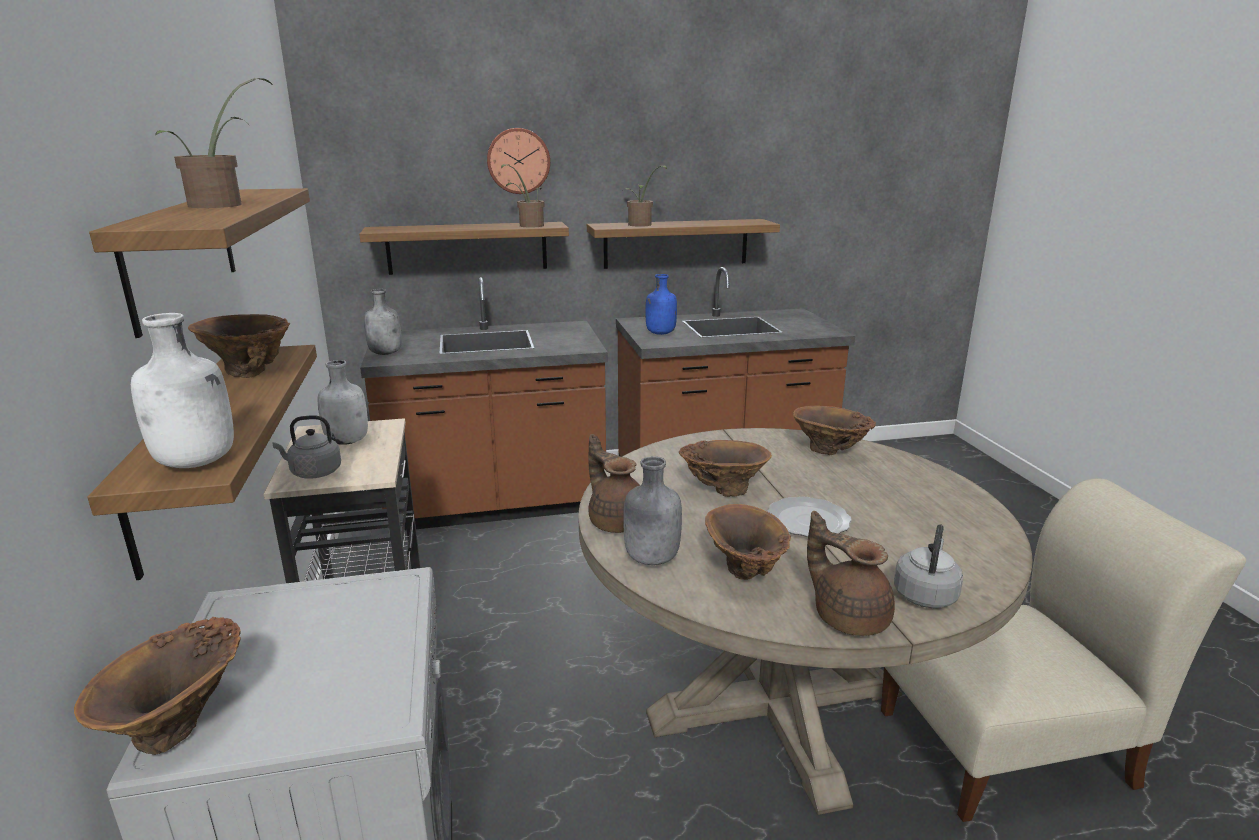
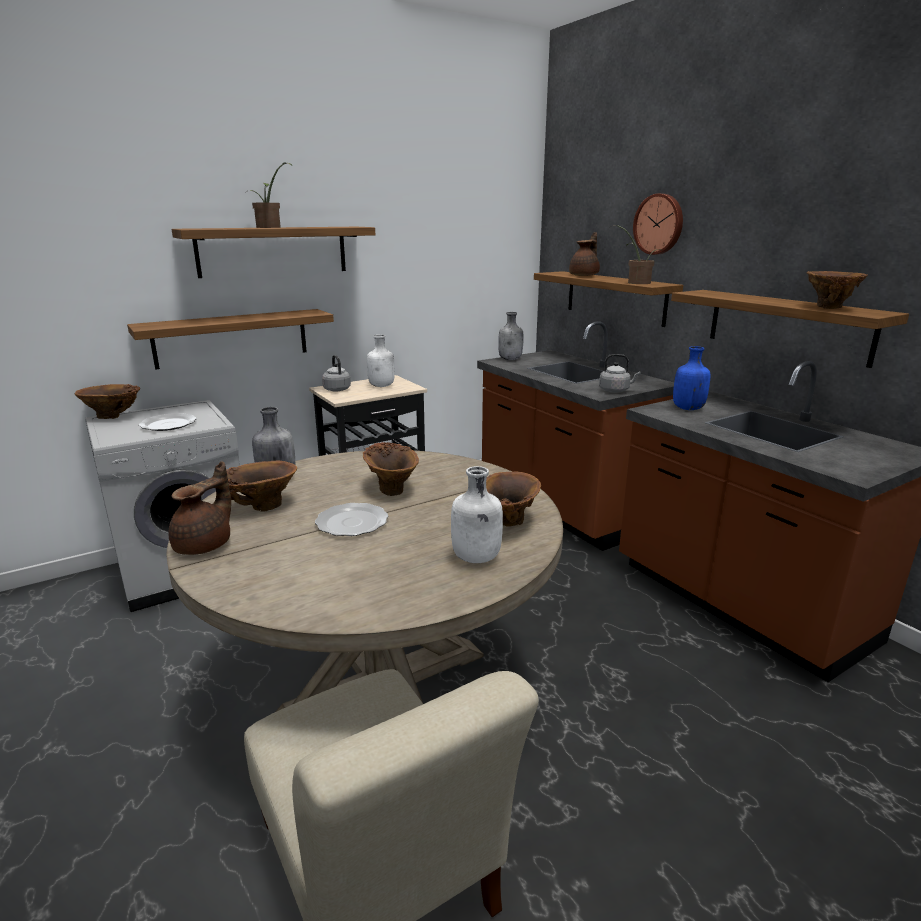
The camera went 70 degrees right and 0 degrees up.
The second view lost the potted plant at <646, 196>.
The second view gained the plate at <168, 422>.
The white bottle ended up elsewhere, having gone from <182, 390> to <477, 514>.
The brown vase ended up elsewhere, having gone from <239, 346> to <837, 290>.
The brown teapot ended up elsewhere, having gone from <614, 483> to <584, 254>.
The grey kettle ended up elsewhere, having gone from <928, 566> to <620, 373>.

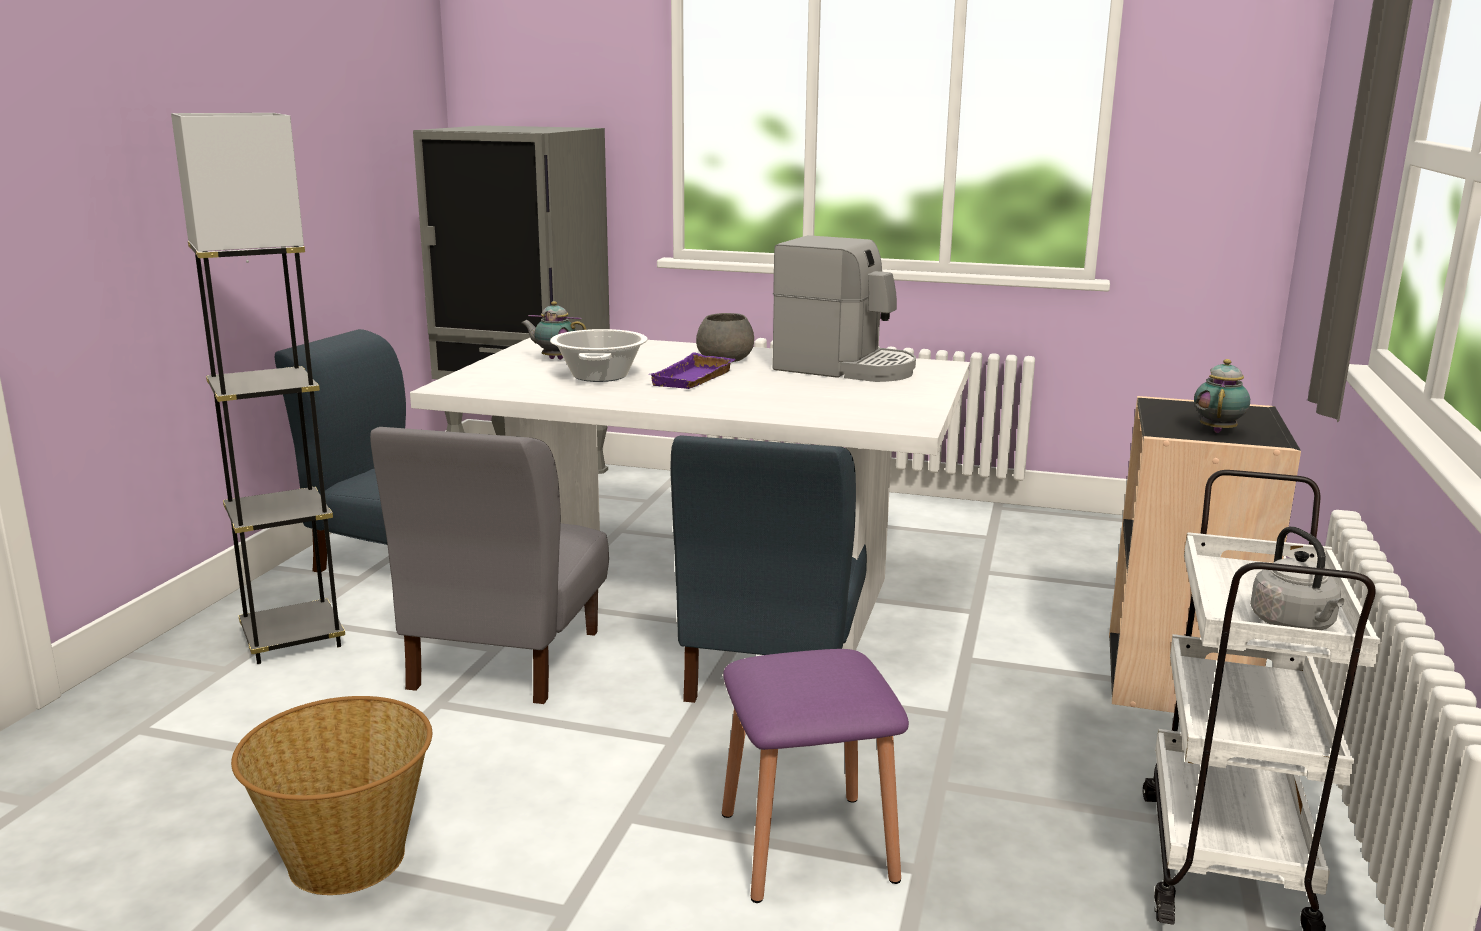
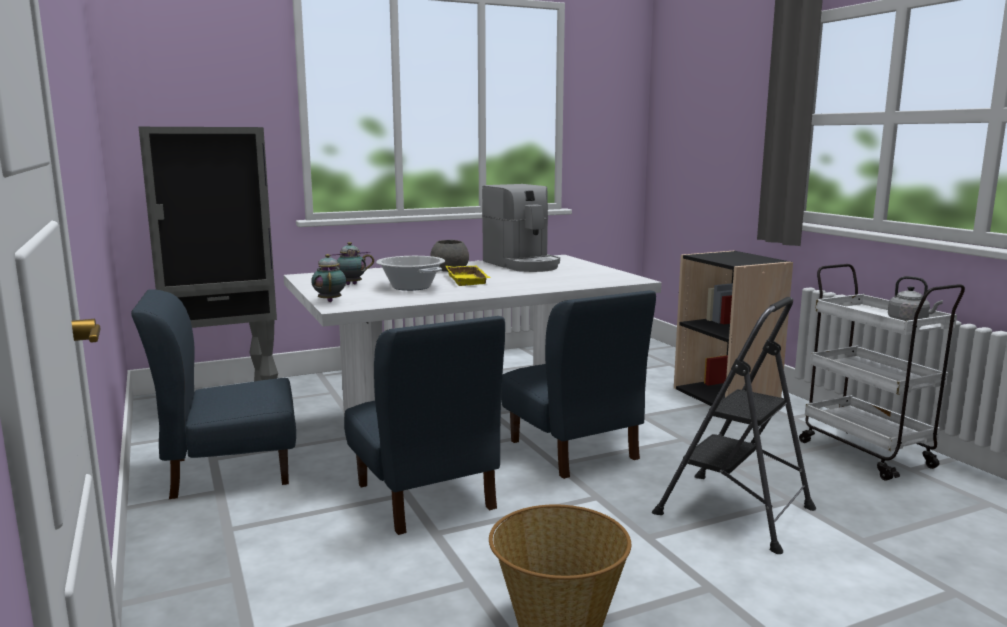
The camera went 40 degrees left and 5 degrees down.
The second view lost the grey floor lamp at <258, 388>.
The teapot ended up elsewhere, having gone from <1222, 396> to <328, 278>.
Where the purple stool stood at <815, 776>, the black step ladder came to stand at <734, 425>.
What was the grey chair at <489, 565> turned into the blue chair at <424, 425>.
What was the purple tray at <693, 370> turned into the yellow tray at <468, 276>.
The coffee machine at <844, 308> ended up facing another way, 75 degrees clockwise from before.

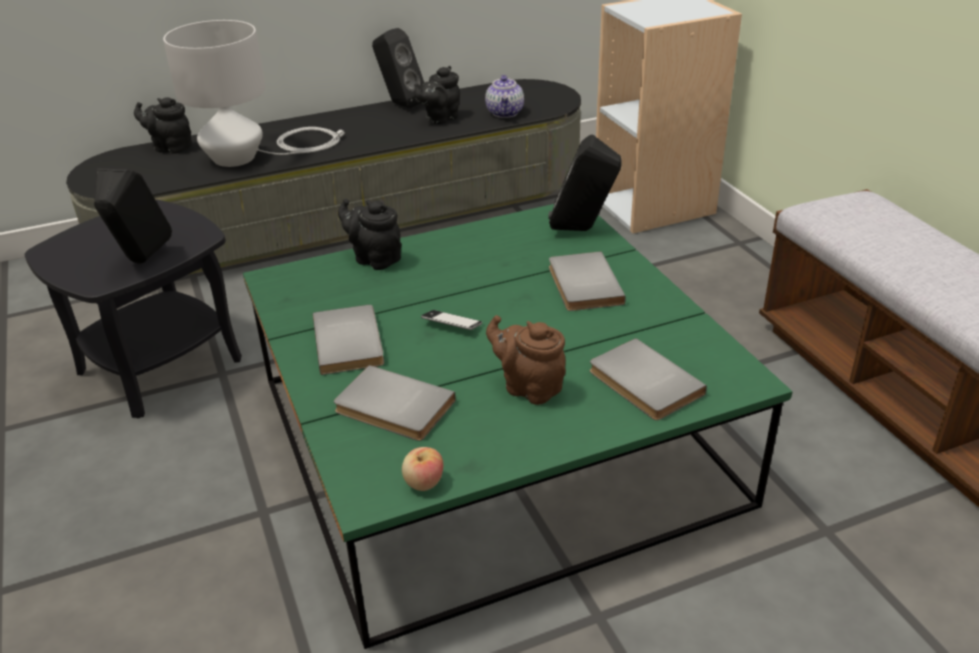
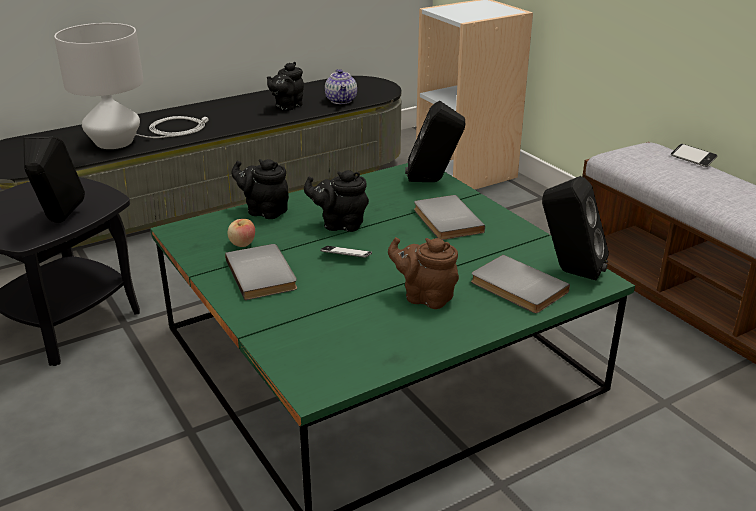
The camera went 10 degrees left and 5 degrees down.
The second view lost the grey book at <395, 403>.
The second view gained the phone at <694, 155>.
The black teapot ended up elsewhere, having gone from <163, 125> to <336, 201>.
The black speaker ended up elsewhere, having gone from <398, 68> to <575, 228>.
The apple ended up elsewhere, having gone from <422, 469> to <241, 233>.

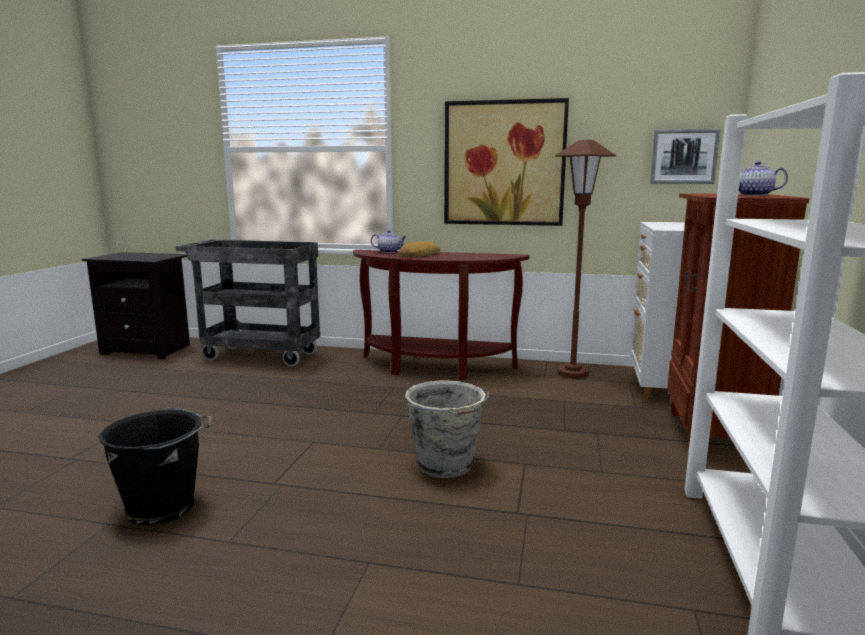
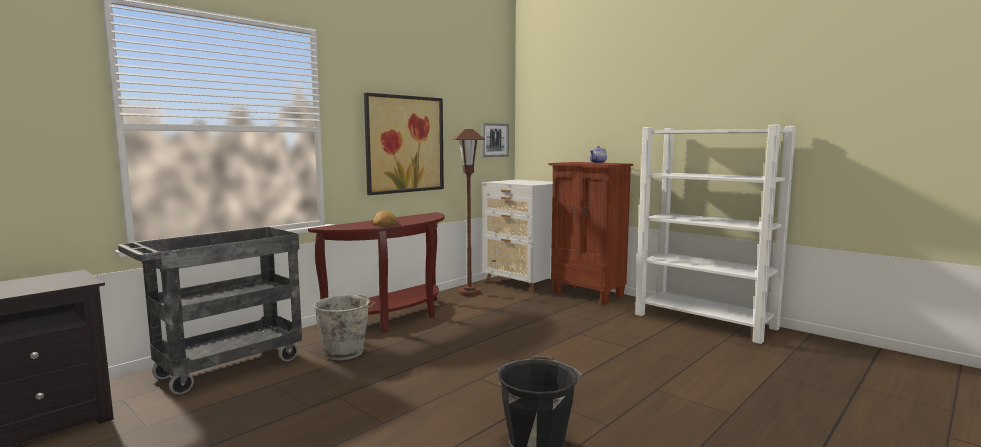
The camera went 60 degrees left and 5 degrees down.
The second view lost the teapot at <389, 241>.
The grey bucket ended up elsewhere, having gone from <447, 429> to <344, 327>.

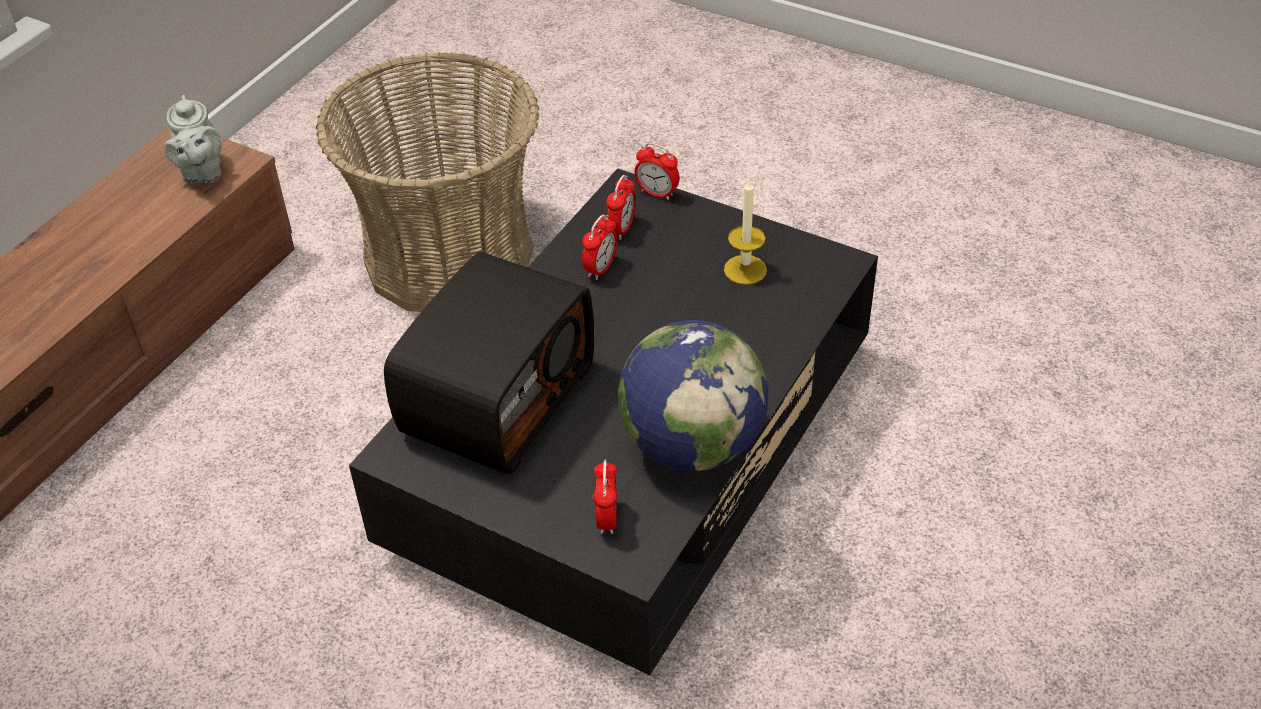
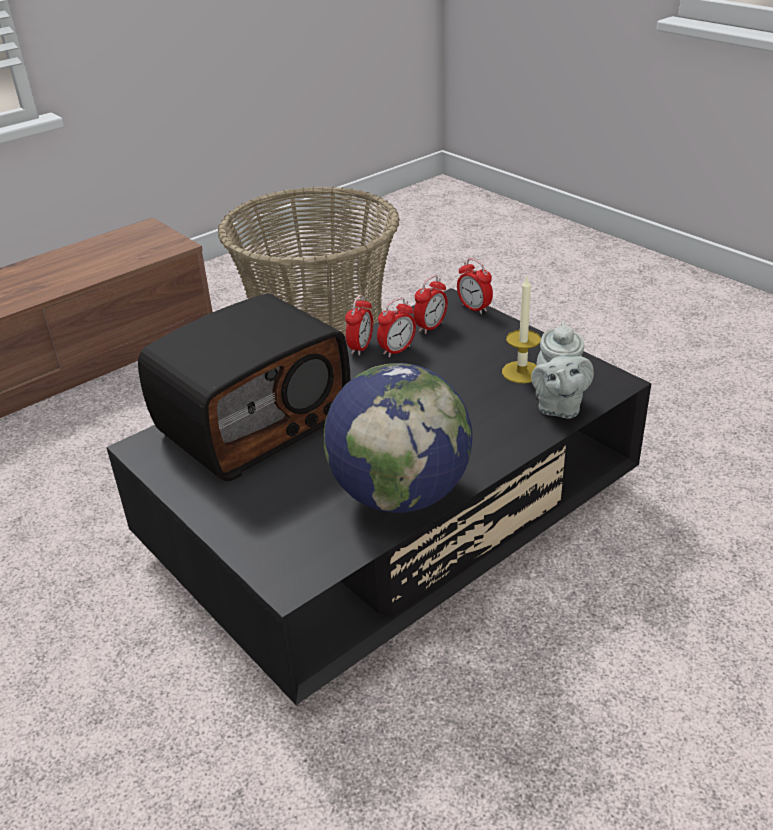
The camera went 20 degrees right and 10 degrees down.
The grey teapot ended up elsewhere, having gone from <193, 139> to <562, 370>.
The alarm clock ended up elsewhere, having gone from <605, 496> to <359, 325>.

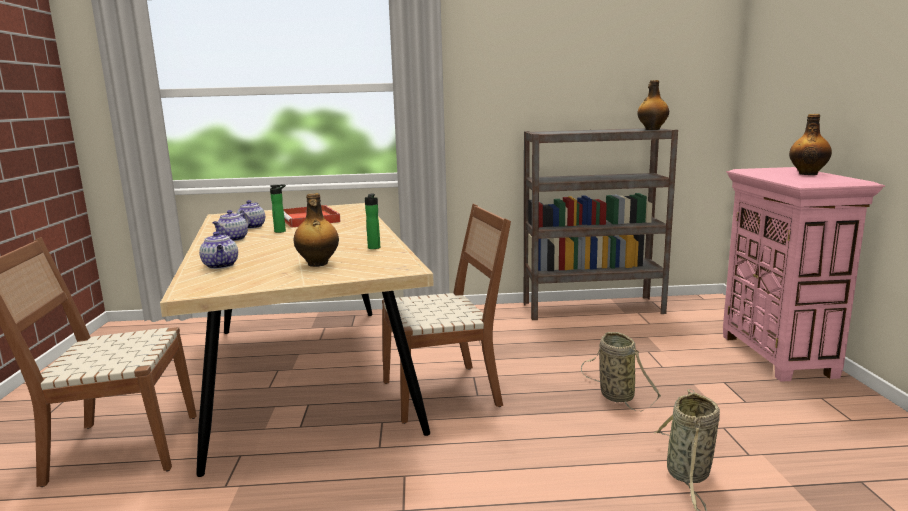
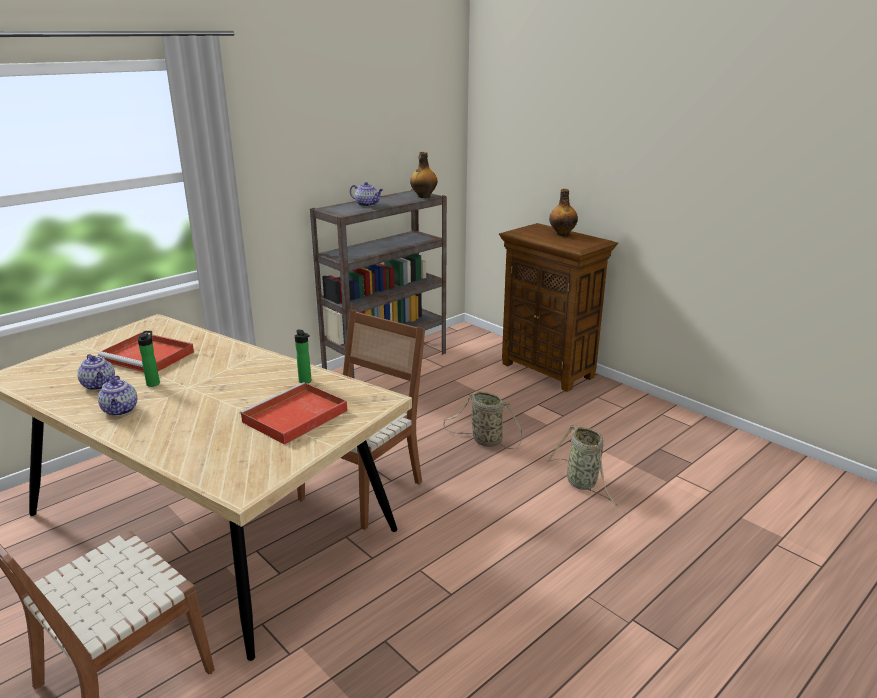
The camera went 40 degrees left and 10 degrees up.
The teapot ended up elsewhere, having gone from <218, 250> to <366, 194>.
Where the bottle stood at <316, 230>, the red tray came to stand at <293, 413>.
What was the pink cabinet at <804, 274> turned into the brown cabinet at <558, 307>.

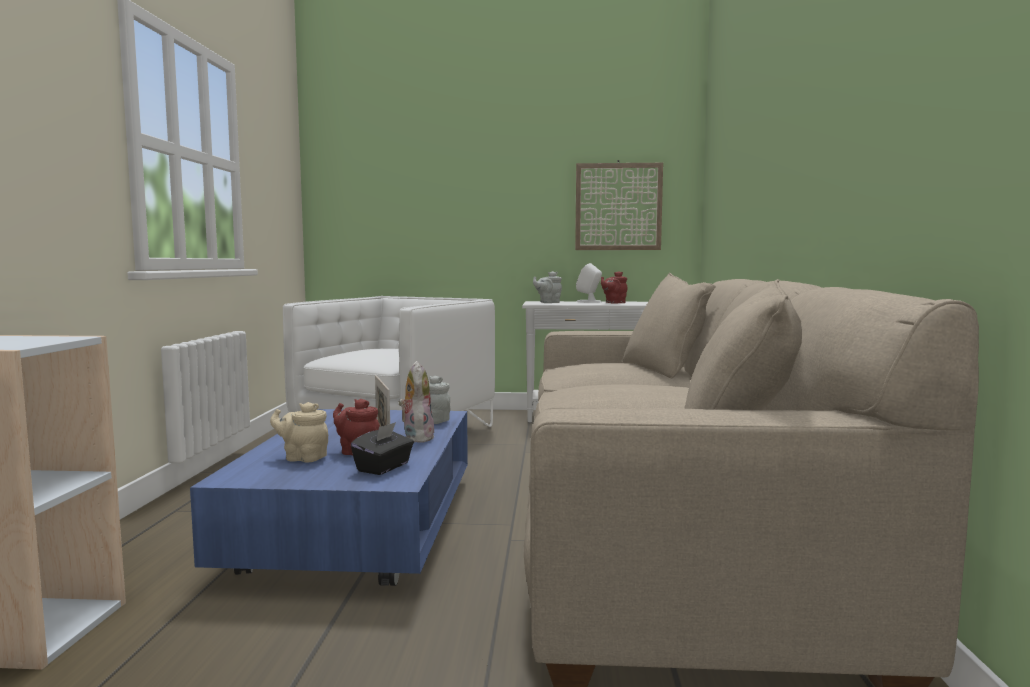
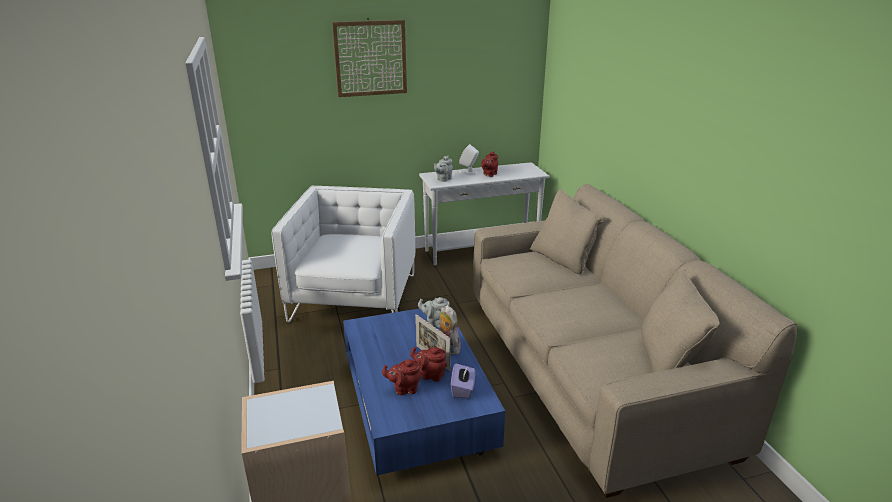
The camera went 20 degrees left and 20 degrees up.
The picture ended up elsewhere, having gone from <619, 205> to <369, 57>.
What was the beige teapot at <299, 432> turned into the red teapot at <402, 377>.
What was the black tissue box at <382, 448> turned into the purple tissue box at <463, 381>.

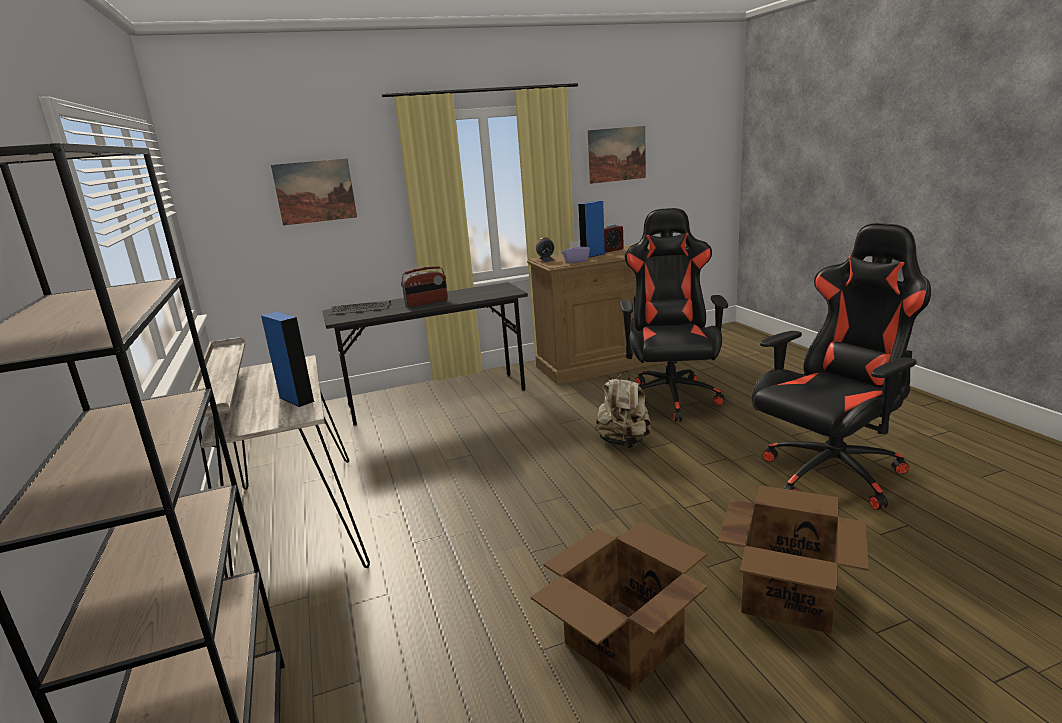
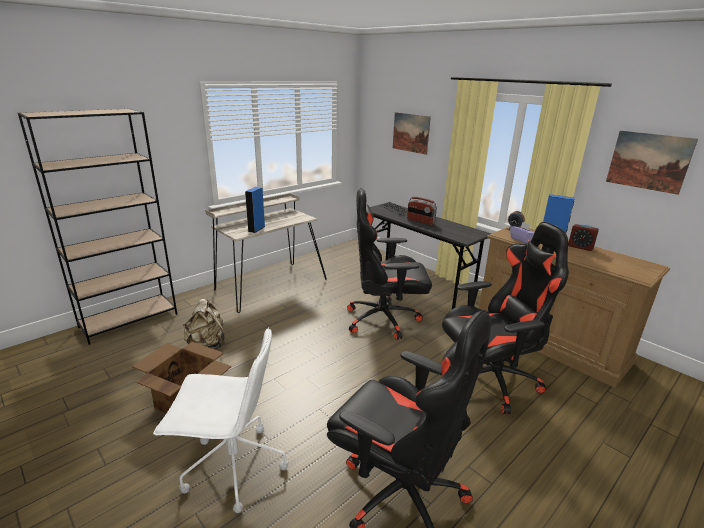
The camera went 65 degrees right and 5 degrees up.
The second view gained the black office chair at <389, 264>.
The beige backpack ended up elsewhere, having gone from <623, 409> to <204, 323>.
Where the cardboard box stood at <793, 559>, the white office chair came to stand at <220, 420>.

